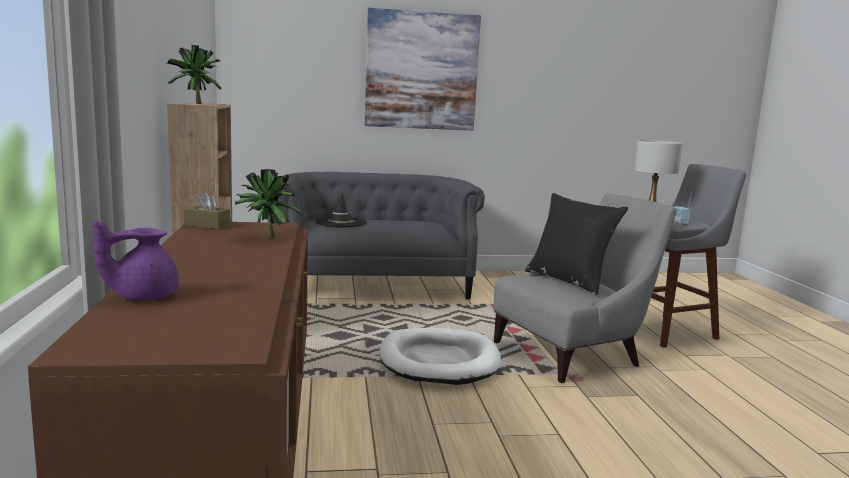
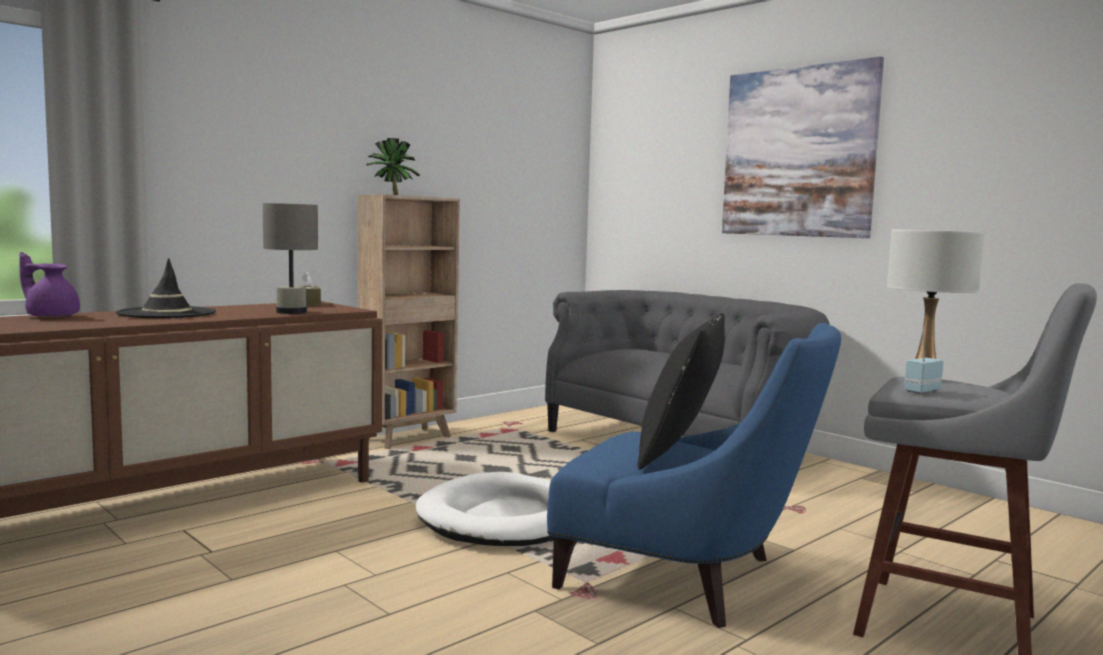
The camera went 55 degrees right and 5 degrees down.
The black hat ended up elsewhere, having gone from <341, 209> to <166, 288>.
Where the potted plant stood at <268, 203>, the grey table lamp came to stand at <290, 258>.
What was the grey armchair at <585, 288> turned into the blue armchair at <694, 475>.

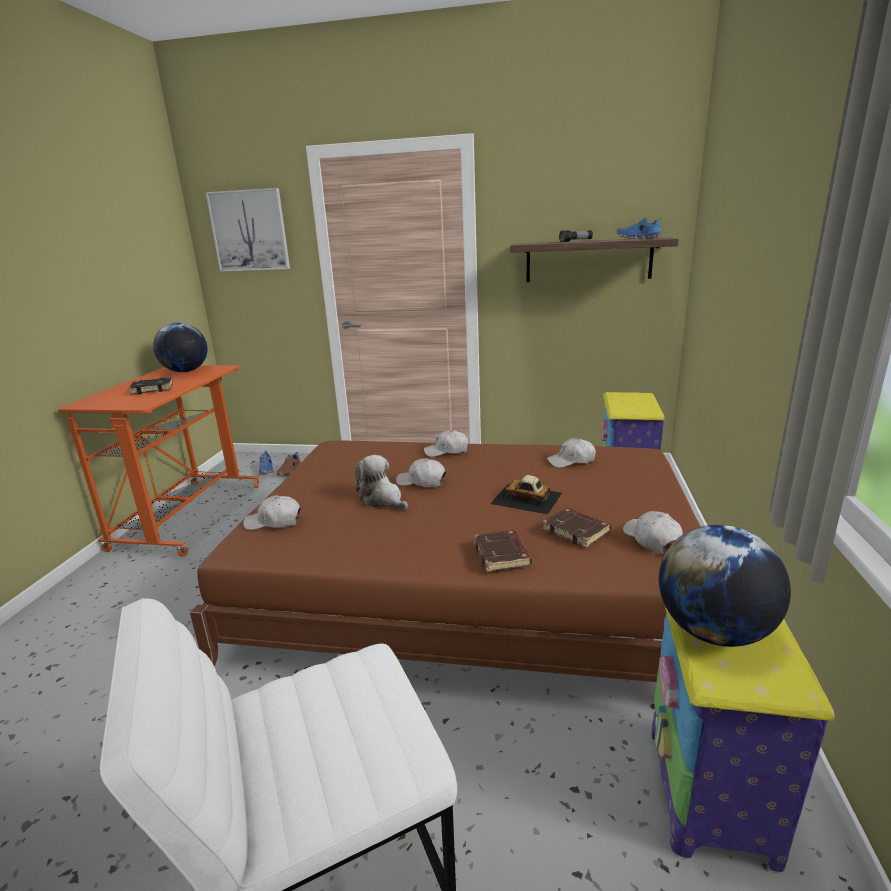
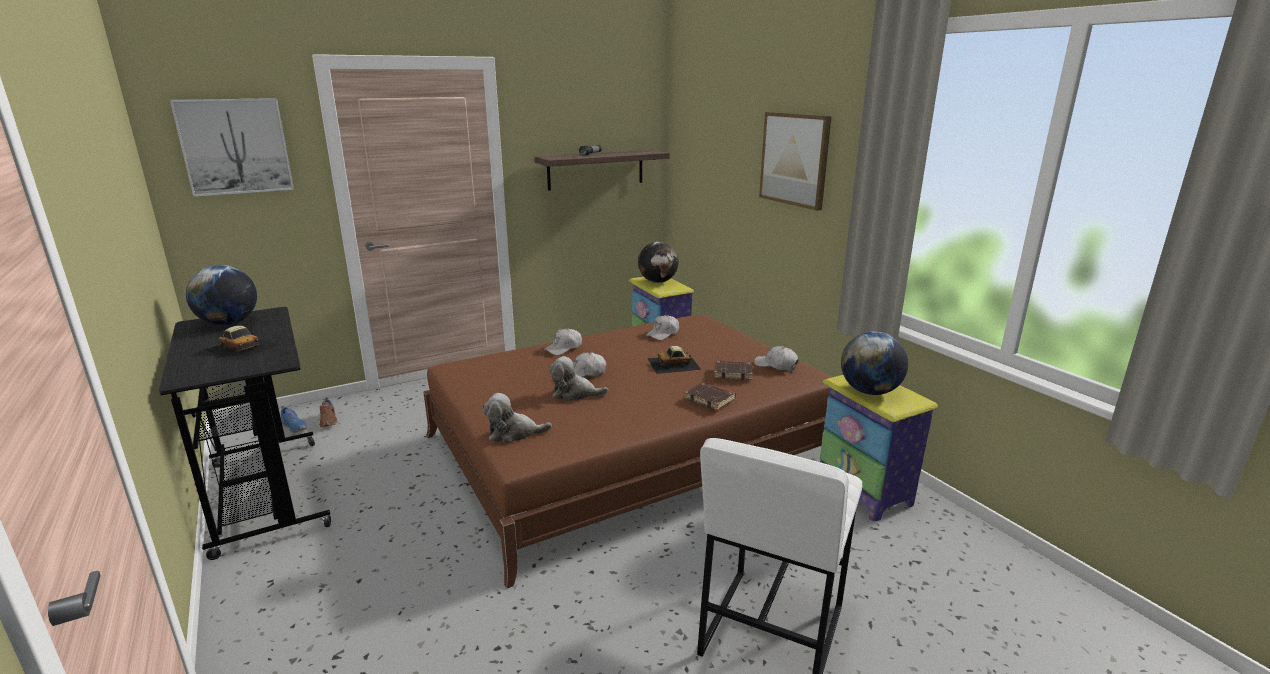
The camera went 40 degrees left and 0 degrees up.
The second view lost the blue shoe at <639, 228>.
The second view gained the globe at <658, 262>.
The second view gained the picture at <795, 161>.
Where the black book stood at <150, 385>, the toy car came to stand at <241, 343>.
Where the white cap stood at <272, 512>, the plush toy came to stand at <517, 418>.
What was the orange desk at <158, 461> turned into the black desk at <245, 433>.

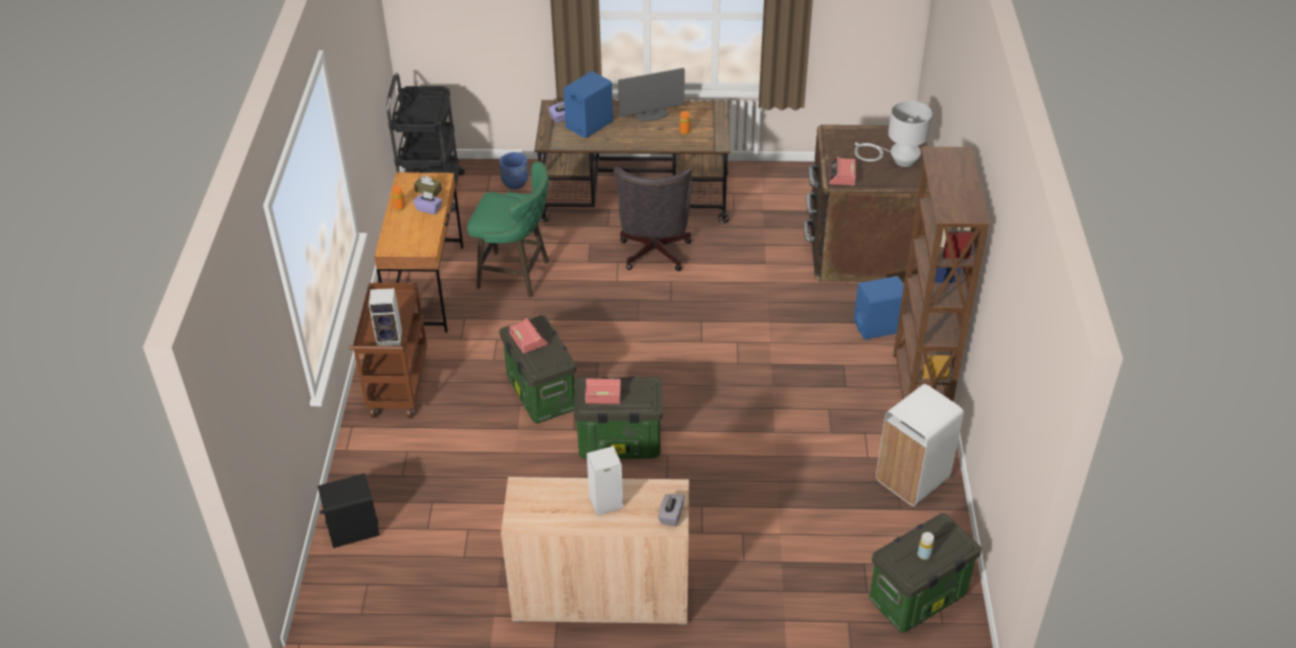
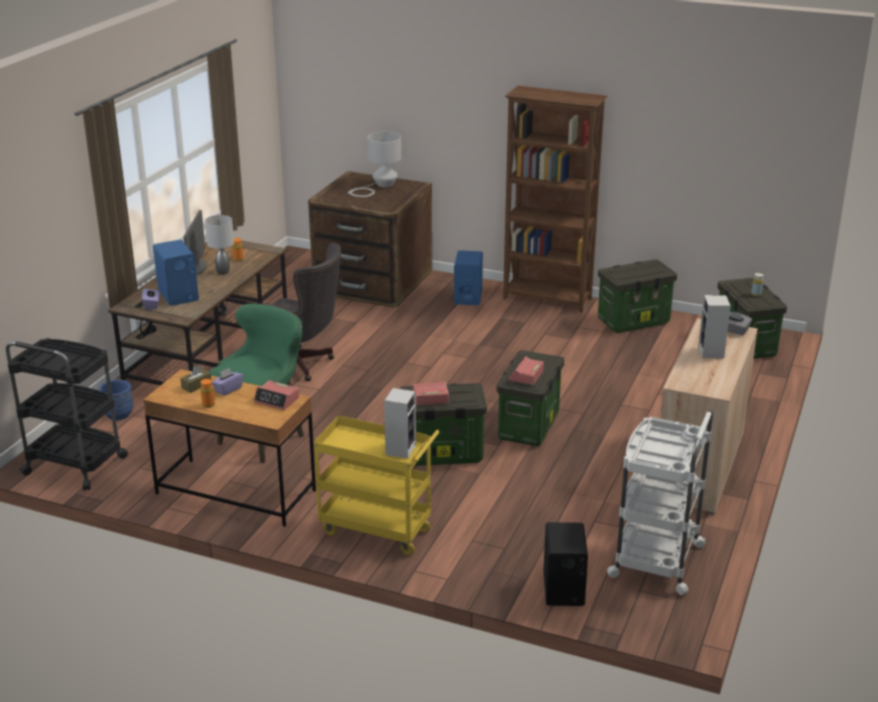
The camera went 70 degrees left and 15 degrees down.
The second view gained the grey table lamp at <219, 245>.
The second view gained the white cart at <660, 502>.
The alarm clock ended up elsewhere, having gone from <842, 170> to <276, 395>.
Where the white trash can stood at <920, 445>, the storage box came to stand at <637, 296>.
What was the brown cart at <388, 350> turned into the yellow cart at <377, 485>.

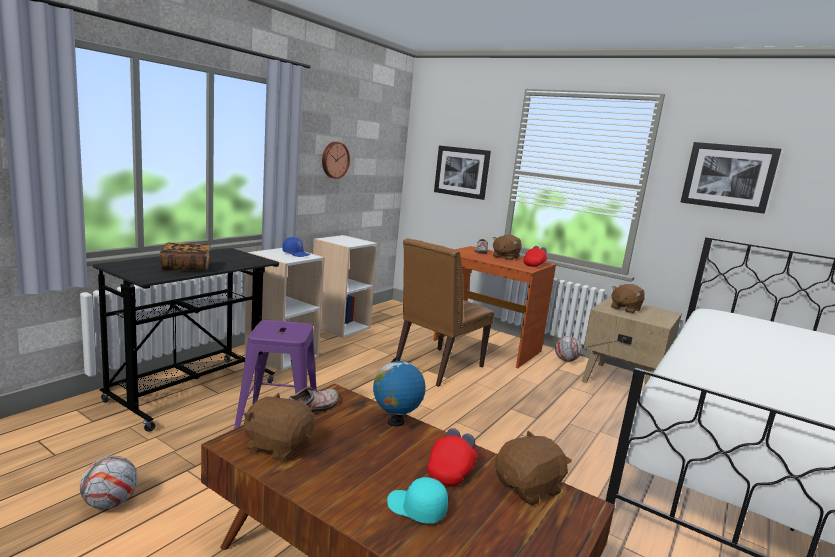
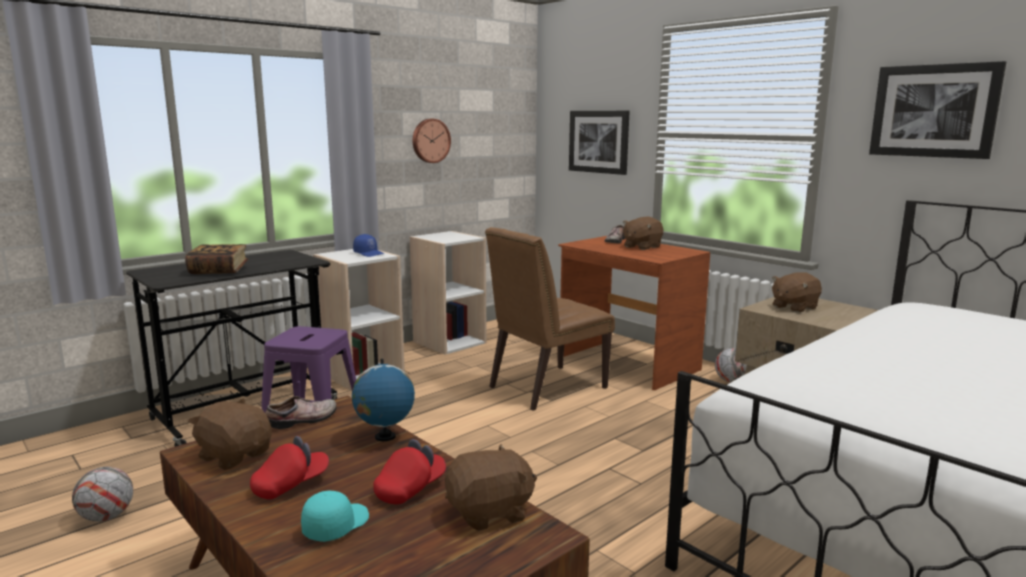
The camera went 15 degrees right and 0 degrees up.
The red cap ended up elsewhere, having gone from <535, 256> to <289, 468>.
The turquoise cap at <417, 500> ended up facing another way, 75 degrees clockwise from before.

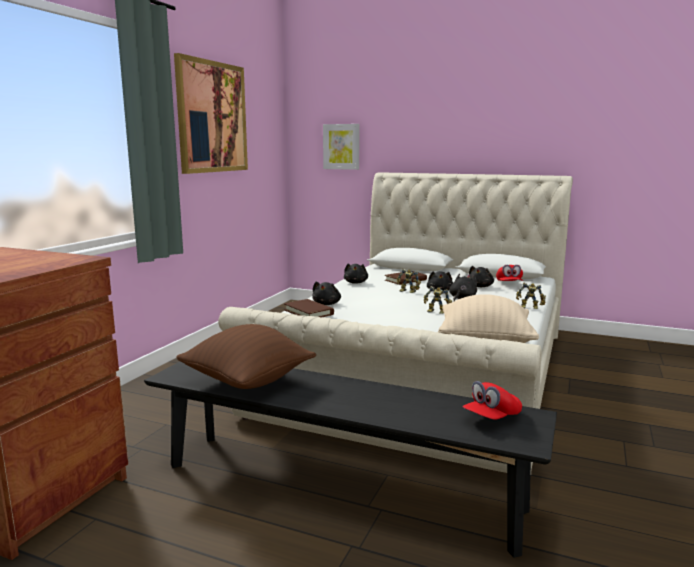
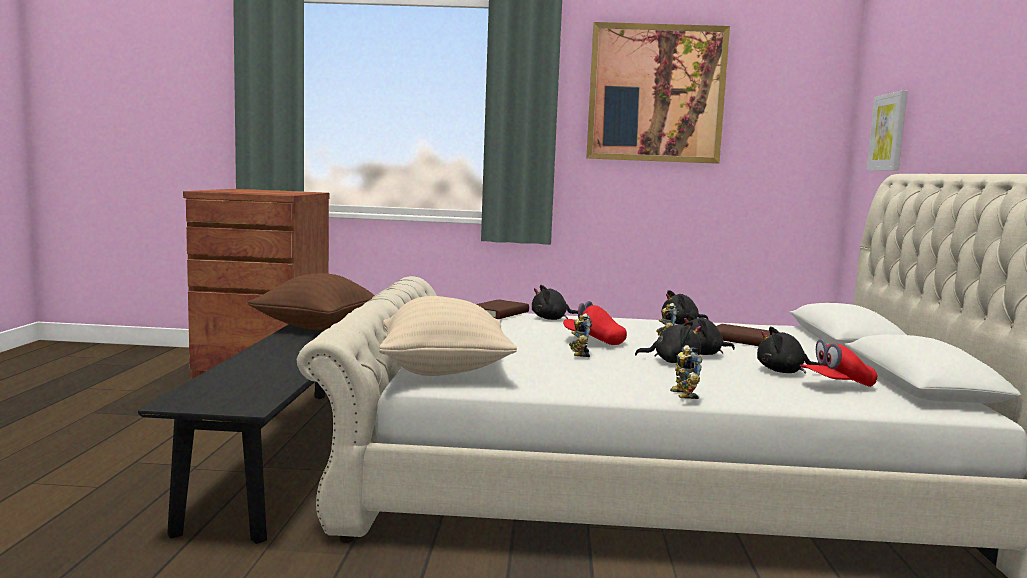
The camera went 70 degrees right and 5 degrees down.
The red cap ended up elsewhere, having gone from <492, 400> to <595, 323>.

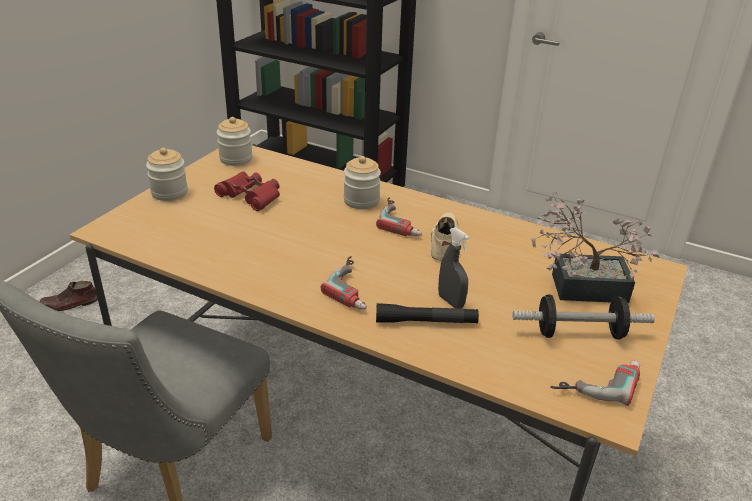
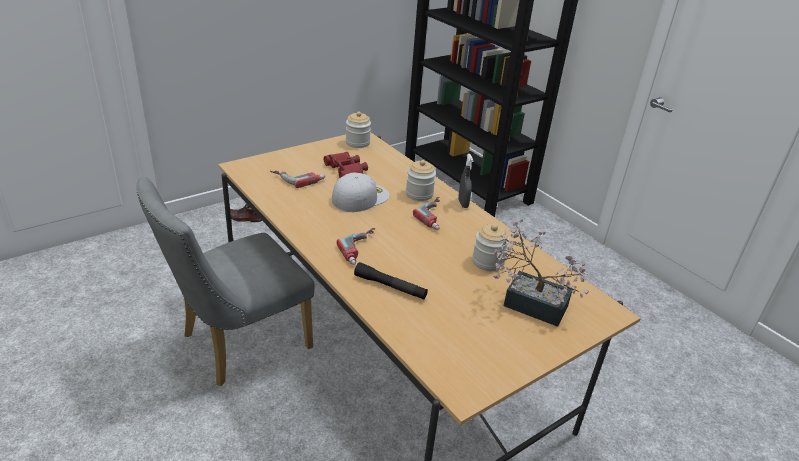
The camera went 25 degrees right and 0 degrees up.
The second view lost the beige shoe at <445, 236>.
The second view lost the dumbbell at <583, 316>.
The second view gained the white cap at <361, 192>.
The jar ended up elsewhere, having gone from <167, 174> to <490, 247>.
The grey spray bottle ended up elsewhere, having gone from <454, 268> to <466, 181>.
The power drill ended up elsewhere, having gone from <595, 383> to <298, 179>.

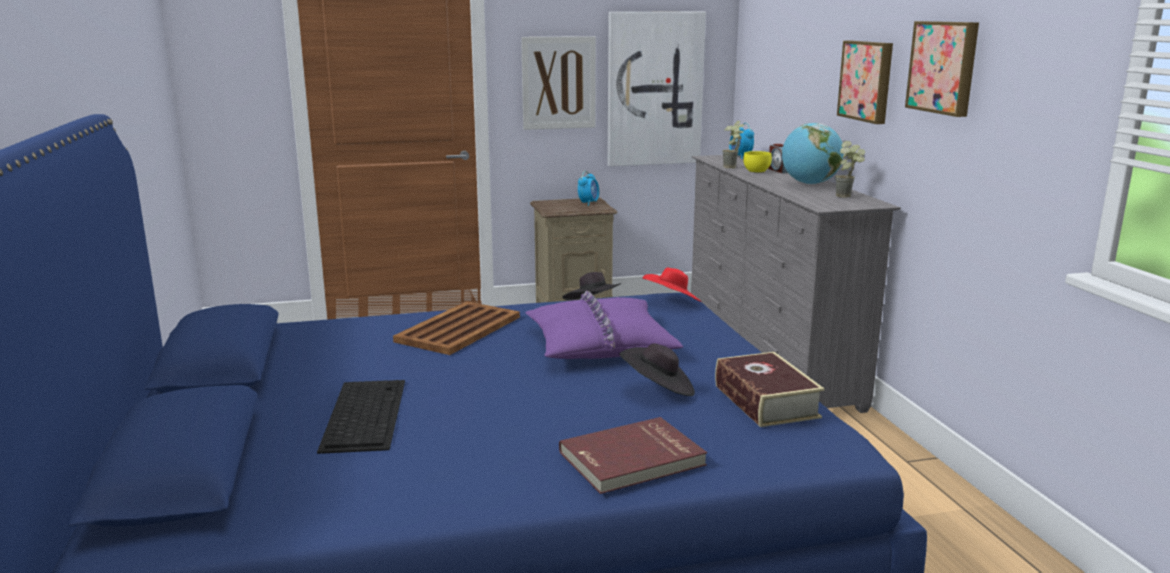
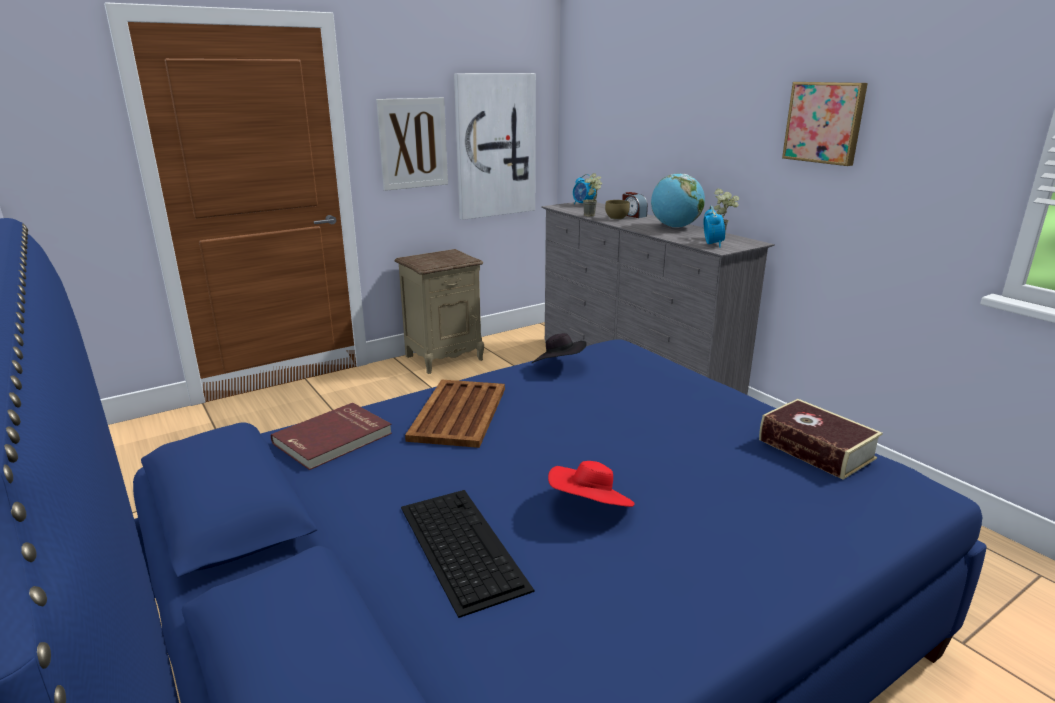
The camera went 20 degrees left and 5 degrees up.
The second view lost the purple pillow at <604, 324>.
The second view lost the black hat at <657, 369>.
The second view lost the picture at <865, 82>.
The red book ended up elsewhere, having gone from <633, 455> to <331, 436>.
The alarm clock ended up elsewhere, having gone from <588, 188> to <714, 227>.
The red hat ended up elsewhere, having gone from <672, 285> to <591, 484>.
What was the yellow bowl at <757, 162> turned into the brown bowl at <617, 210>.

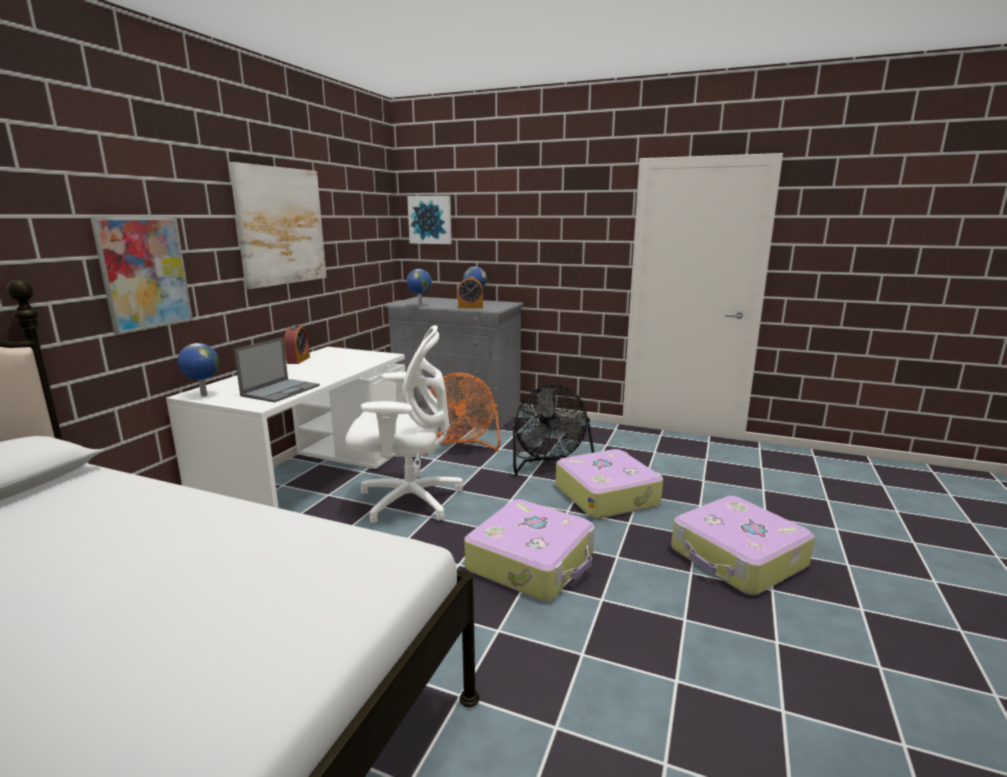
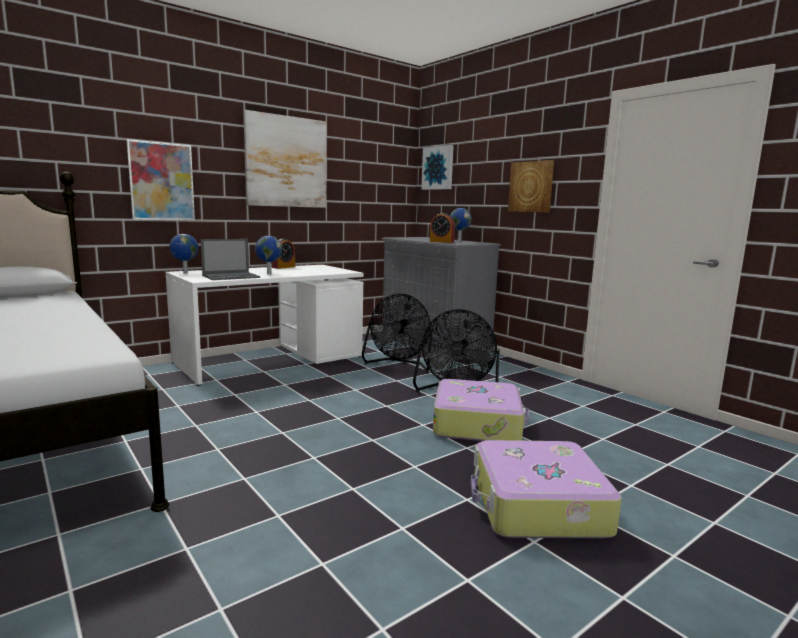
The camera went 30 degrees right and 5 degrees down.
The second view lost the white office chair at <404, 424>.
The second view lost the suitcase at <529, 550>.
The second view gained the picture at <531, 186>.
The globe ended up elsewhere, having gone from <419, 287> to <268, 255>.
What was the orange fan at <463, 414> turned into the black fan at <397, 334>.

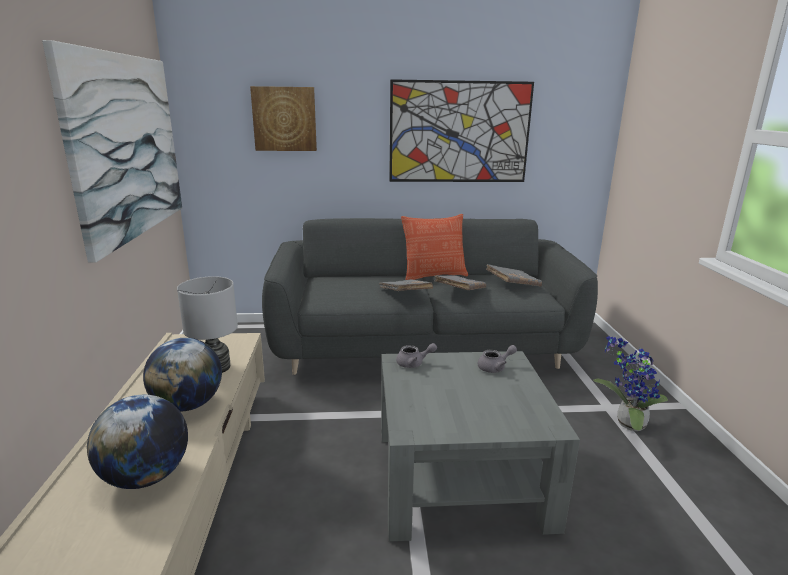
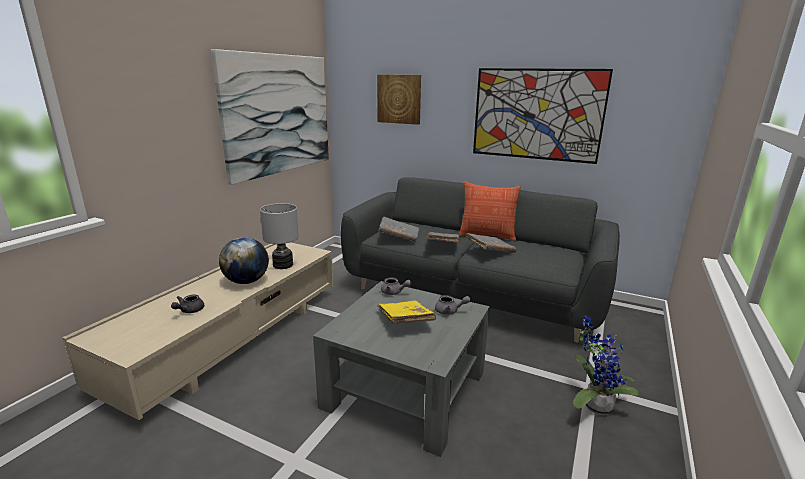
The camera went 30 degrees right and 0 degrees up.
The second view gained the yellow book at <407, 312>.
The grey book ended up elsewhere, having gone from <514, 275> to <399, 229>.
Where the globe stood at <137, 442>, the grey teapot came to stand at <187, 303>.

